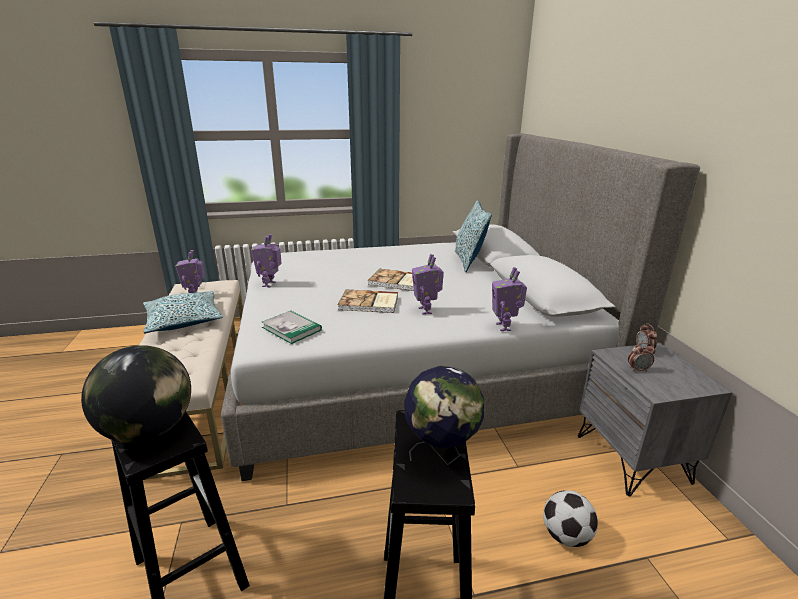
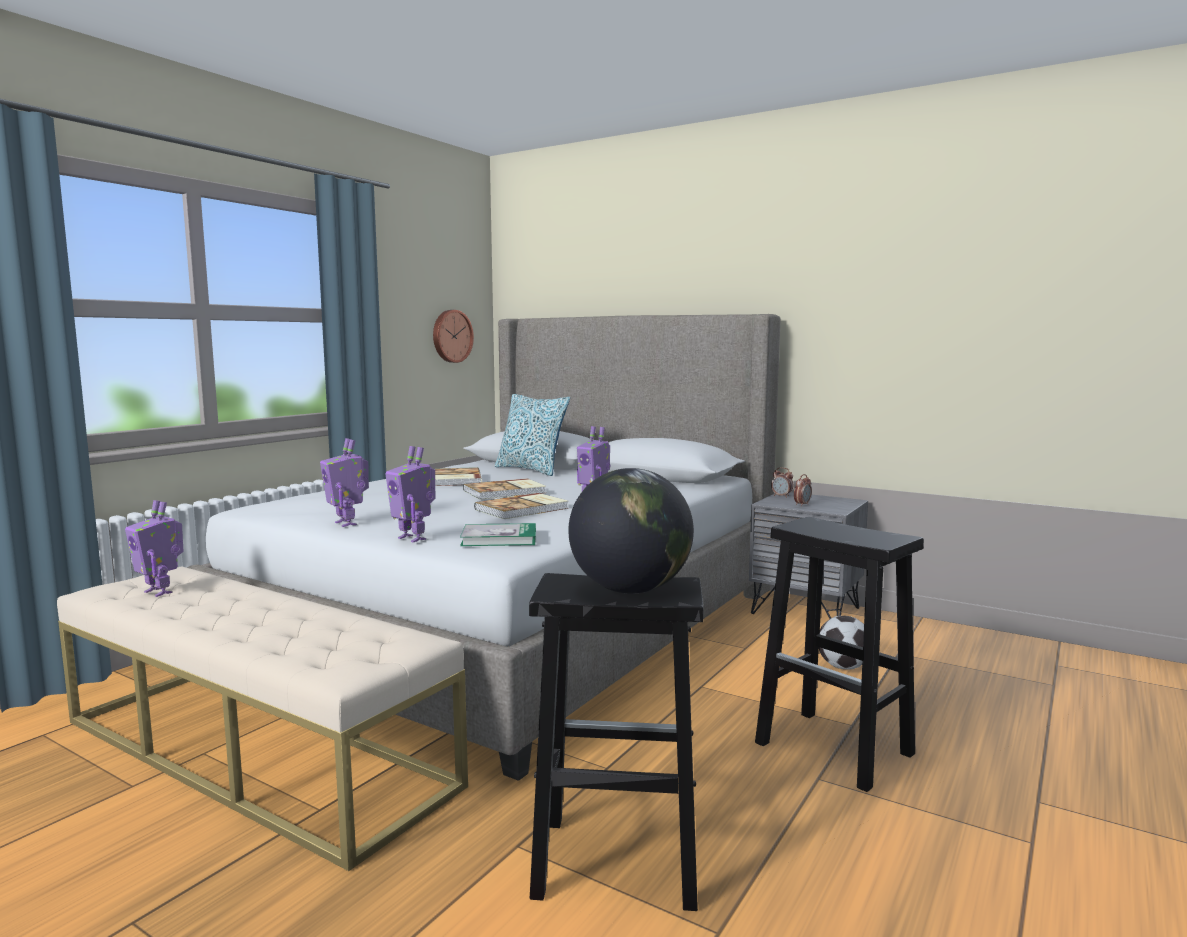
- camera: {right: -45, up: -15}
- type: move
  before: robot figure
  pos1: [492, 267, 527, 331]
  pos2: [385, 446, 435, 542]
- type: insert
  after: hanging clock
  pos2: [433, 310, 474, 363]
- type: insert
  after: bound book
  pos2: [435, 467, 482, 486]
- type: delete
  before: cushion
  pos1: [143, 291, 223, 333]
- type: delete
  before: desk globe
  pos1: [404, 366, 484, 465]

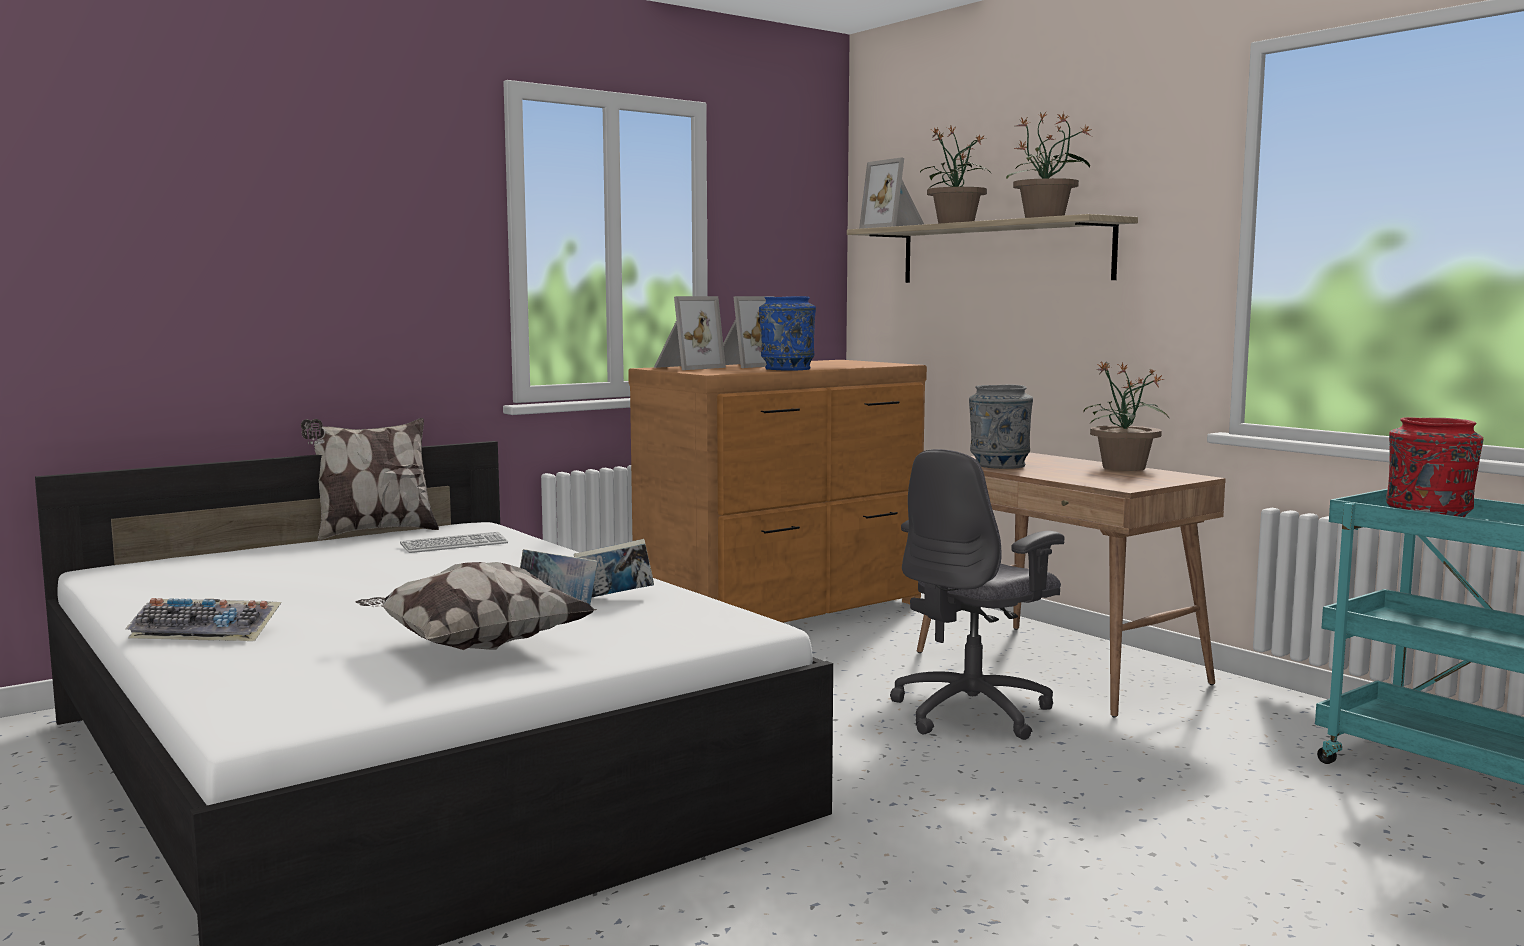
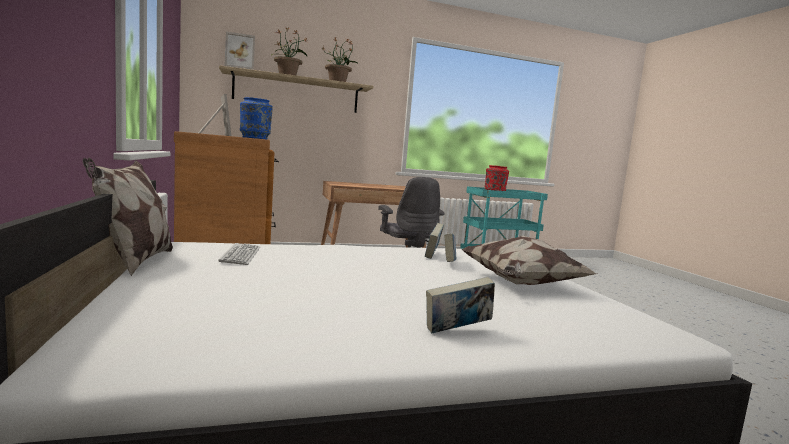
- camera: {right: -70, up: 0}
- type: replace
  before: computer keyboard
  after: bound book
  pos1: [125, 598, 281, 641]
  pos2: [426, 277, 495, 333]
- type: delete
  before: photo frame
  pos1: [654, 296, 726, 370]
- type: delete
  before: flower vase (gray)
  pos1: [969, 385, 1033, 469]
- type: delete
  before: plant in a pot
  pos1: [1083, 361, 1169, 471]

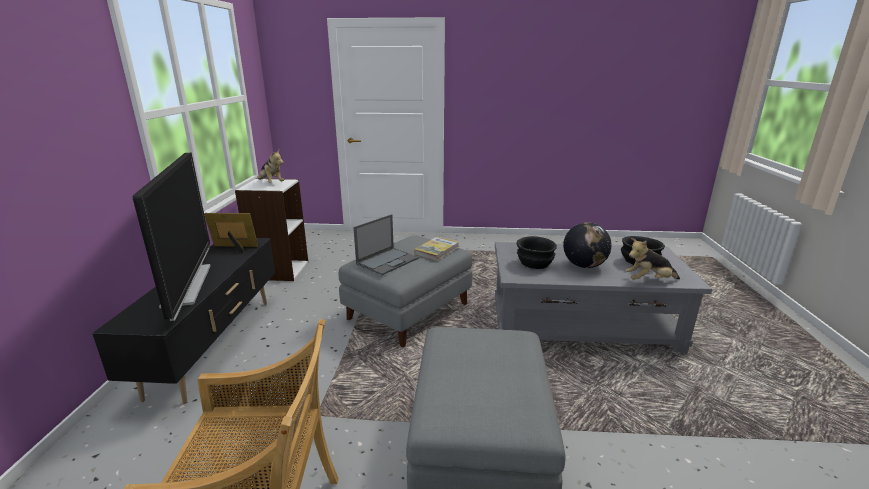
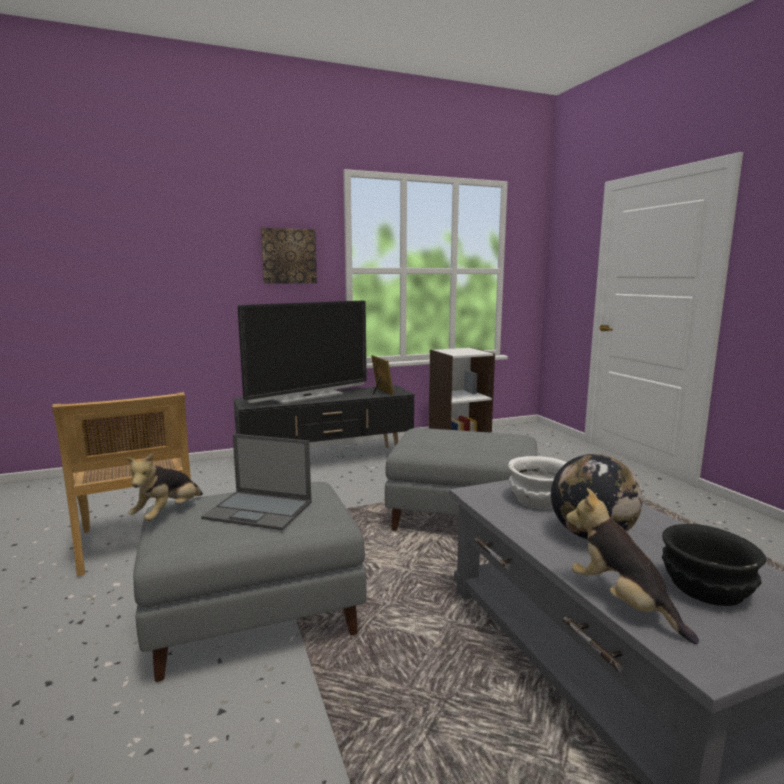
- camera: {right: 65, up: -10}
- type: move
  before: soft toy
  pos1: [257, 150, 284, 183]
  pos2: [125, 453, 203, 521]
- type: move
  before: laptop
  pos1: [353, 214, 419, 275]
  pos2: [201, 434, 312, 530]
- type: insert
  after: wall art
  pos2: [261, 228, 317, 284]
- type: recolor
  before: bowl (blackish)
  after: bowl (white)
  pos1: [516, 236, 557, 269]
  pos2: [508, 456, 567, 509]
- type: delete
  before: bound book
  pos1: [414, 236, 459, 261]

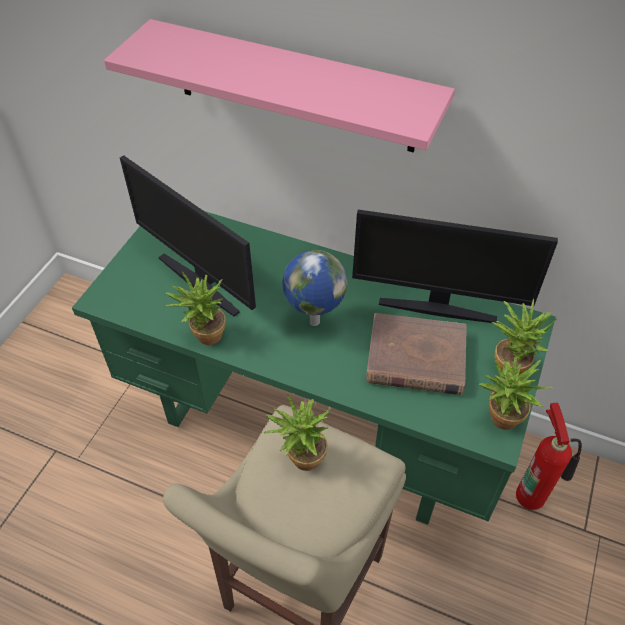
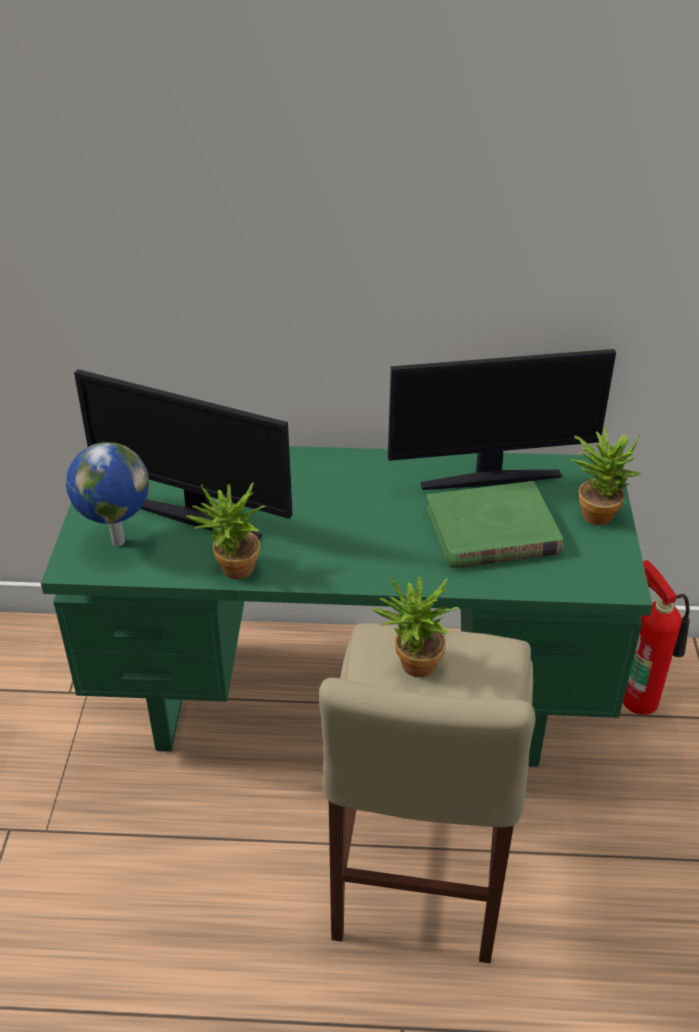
- camera: {right: -20, up: -10}
- type: move
  before: desk globe
  pos1: [282, 250, 348, 326]
  pos2: [66, 442, 149, 546]
- type: recolor
  before: bound book (brown)
  after: bound book (green-coloured)
  pos1: [366, 313, 467, 395]
  pos2: [426, 481, 563, 569]
- type: delete
  before: bracket shelf (pink)
  pos1: [104, 19, 455, 153]
- type: delete
  before: plant in a pot
  pos1: [479, 357, 553, 430]

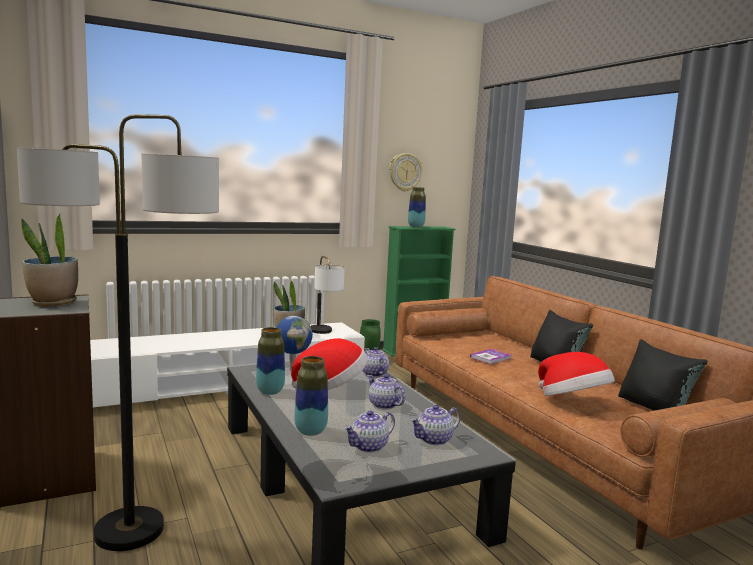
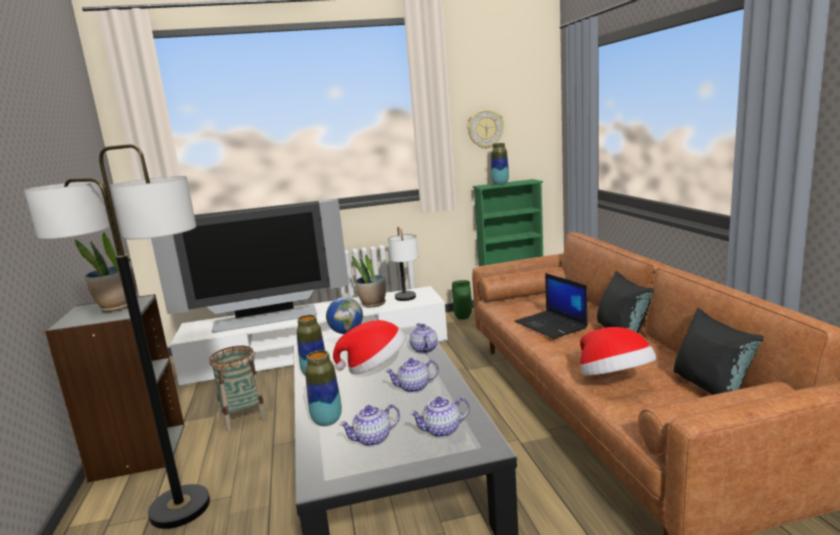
- camera: {right: 15, up: 5}
- type: insert
  after: TV
  pos2: [151, 199, 349, 333]
- type: insert
  after: basket
  pos2: [209, 346, 267, 431]
- type: rotate
  before: pot for tea
  pos1: [368, 374, 405, 409]
  pos2: [385, 358, 439, 393]
  turn: -75
- type: replace
  before: bound book
  after: laptop
  pos1: [470, 349, 511, 364]
  pos2: [515, 273, 588, 339]

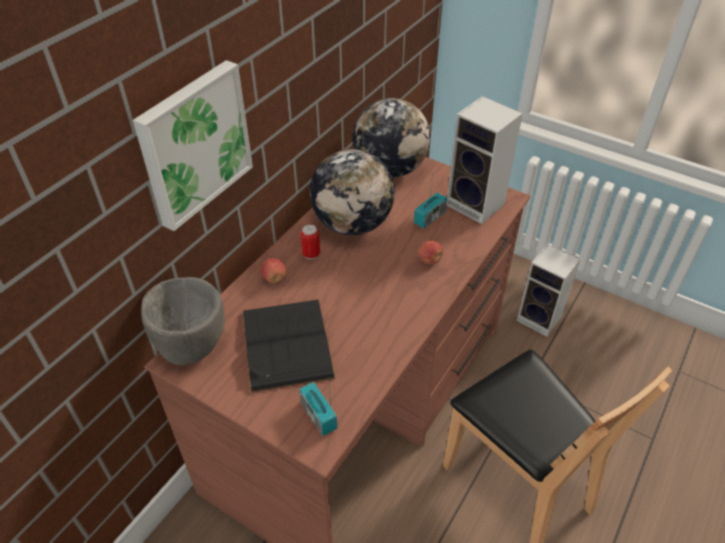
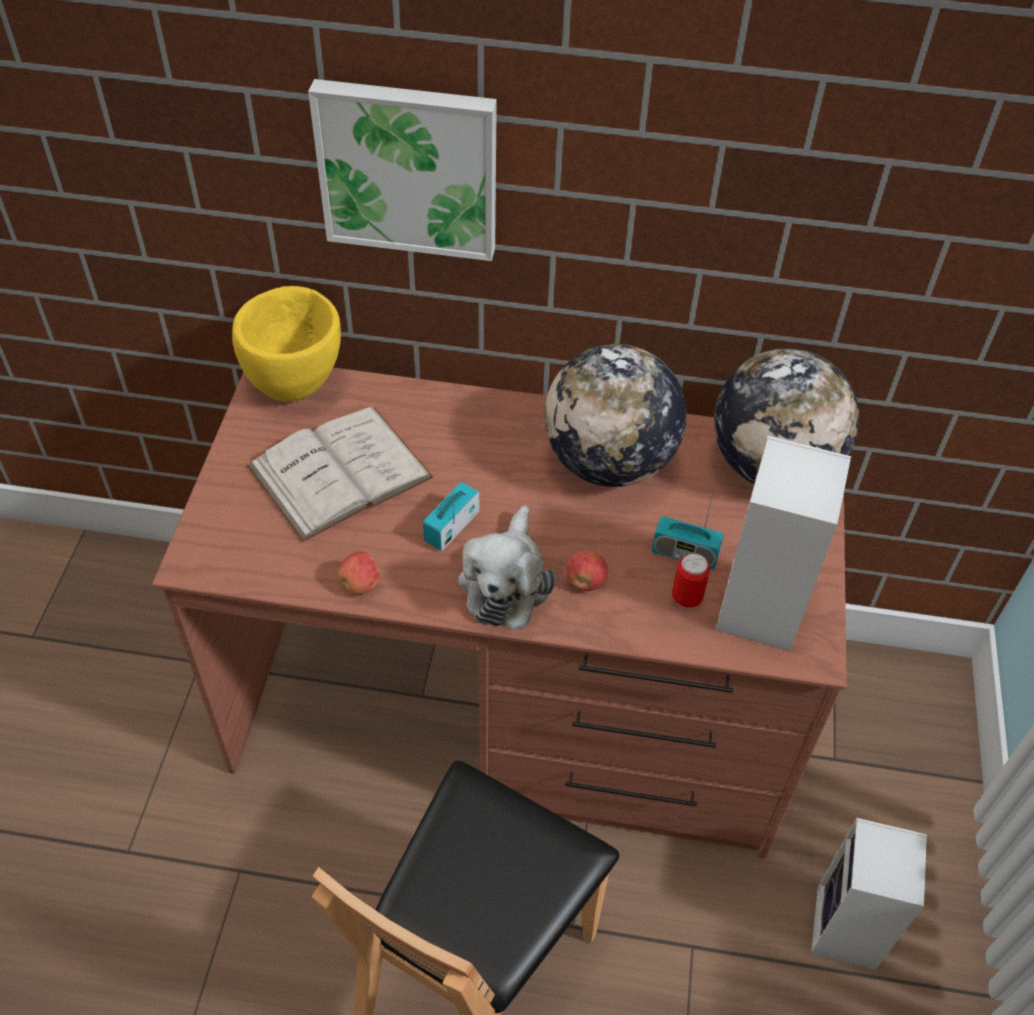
- camera: {right: 65, up: 5}
- type: recolor
  before: bowl (gray)
  after: bowl (yellow)
  pos1: [141, 277, 225, 365]
  pos2: [232, 286, 341, 401]
- type: recolor
  before: bound book (blackish)
  after: bound book (white)
  pos1: [243, 300, 335, 393]
  pos2: [247, 407, 433, 542]
- type: move
  before: whole apple
  pos1: [261, 258, 286, 283]
  pos2: [338, 552, 380, 594]
- type: move
  before: radio receiver
  pos1: [299, 382, 337, 436]
  pos2: [423, 482, 480, 551]
- type: insert
  after: soft toy
  pos2: [458, 505, 556, 630]
- type: move
  before: metal can
  pos1: [300, 224, 320, 260]
  pos2: [672, 553, 710, 609]

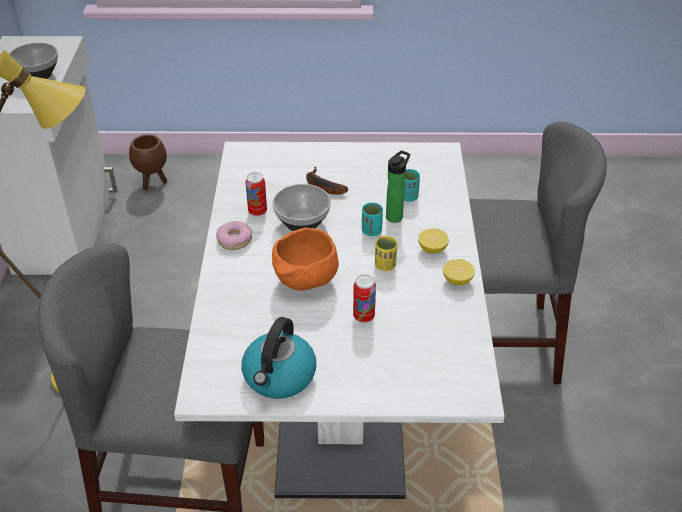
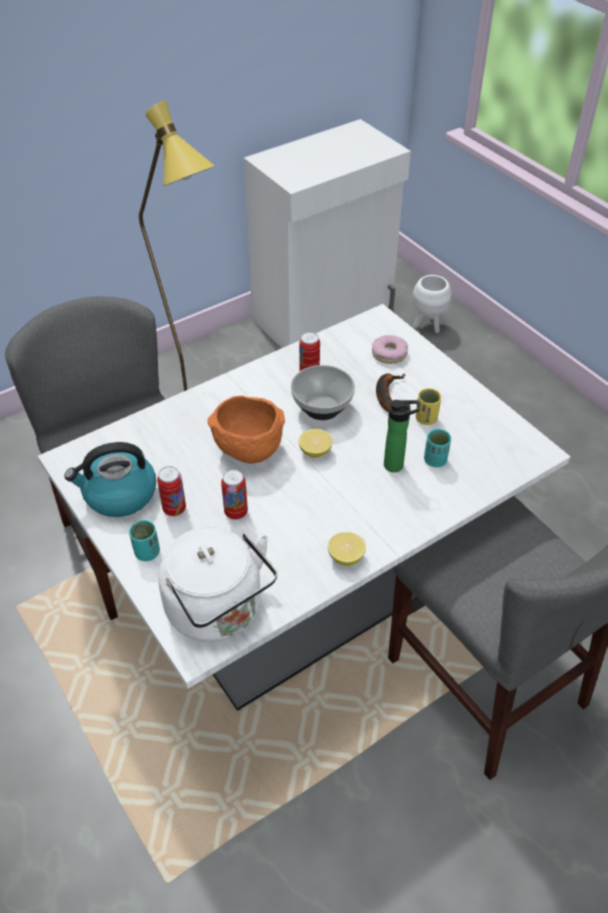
- camera: {right: 55, up: 5}
- type: move
  before: drinking cup (blue-green)
  pos1: [362, 202, 383, 236]
  pos2: [129, 520, 160, 561]
- type: insert
  after: metal can
  pos2: [157, 466, 186, 516]
- type: insert
  after: kettle (white)
  pos2: [158, 527, 277, 642]
- type: move
  before: citrus fruit
  pos1: [418, 229, 449, 254]
  pos2: [299, 429, 333, 458]
- type: move
  before: doughnut
  pos1: [216, 221, 252, 250]
  pos2: [372, 335, 408, 364]
- type: recolor
  before: planter (brown)
  after: planter (white)
  pos1: [129, 135, 167, 191]
  pos2: [413, 275, 451, 333]
- type: move
  before: drinking cup (yellow)
  pos1: [375, 236, 397, 271]
  pos2: [416, 388, 441, 425]
- type: delete
  before: bowl
  pos1: [9, 43, 58, 79]

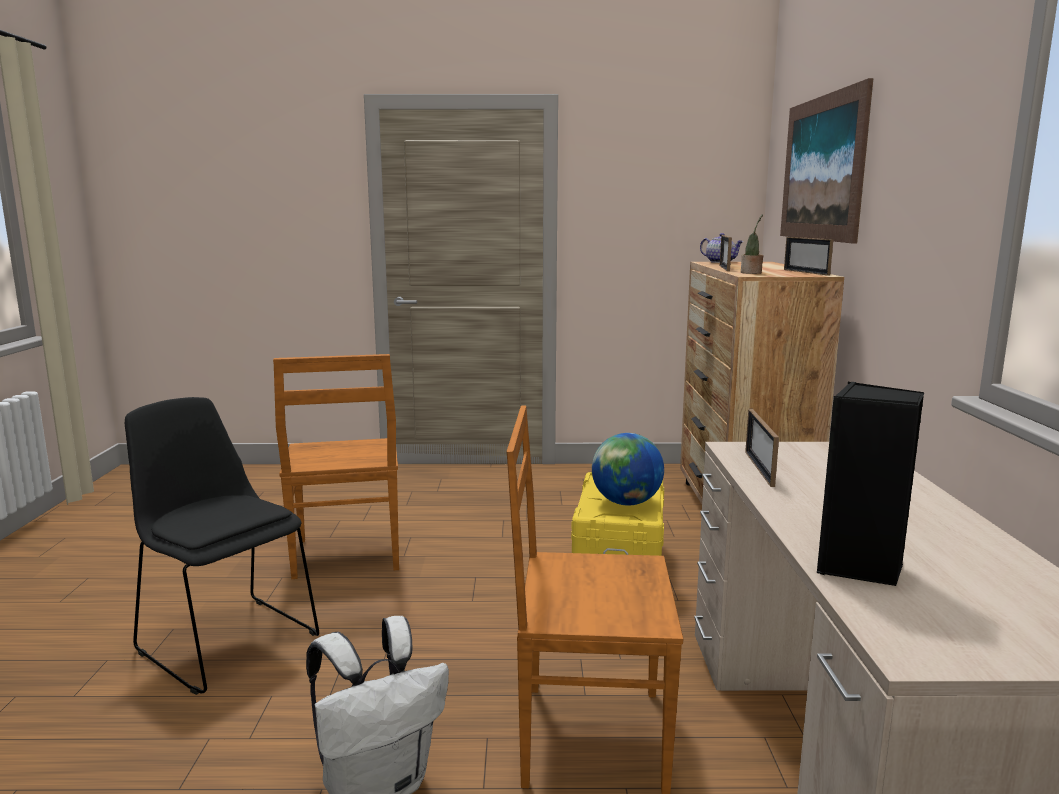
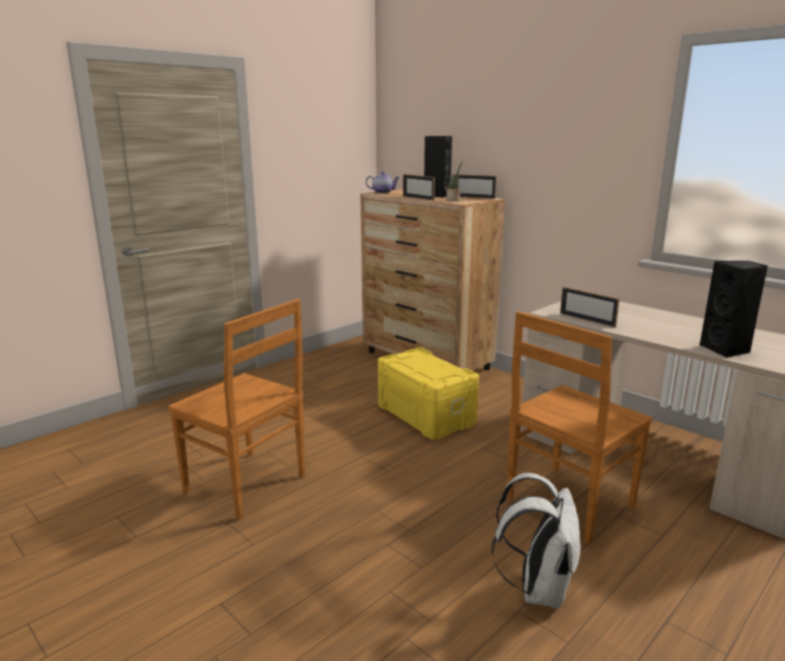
- camera: {right: -45, up: 5}
- type: insert
  after: loudspeaker (blackish)
  pos2: [424, 136, 452, 197]
- type: delete
  before: upright chair (blackish)
  pos1: [125, 397, 319, 695]
- type: delete
  before: desk globe
  pos1: [592, 433, 664, 506]
- type: delete
  before: wall art
  pos1: [780, 78, 873, 244]

